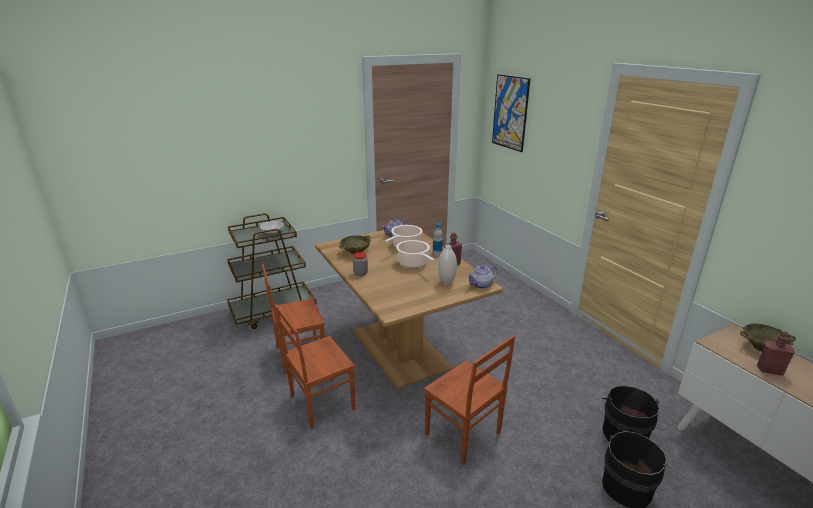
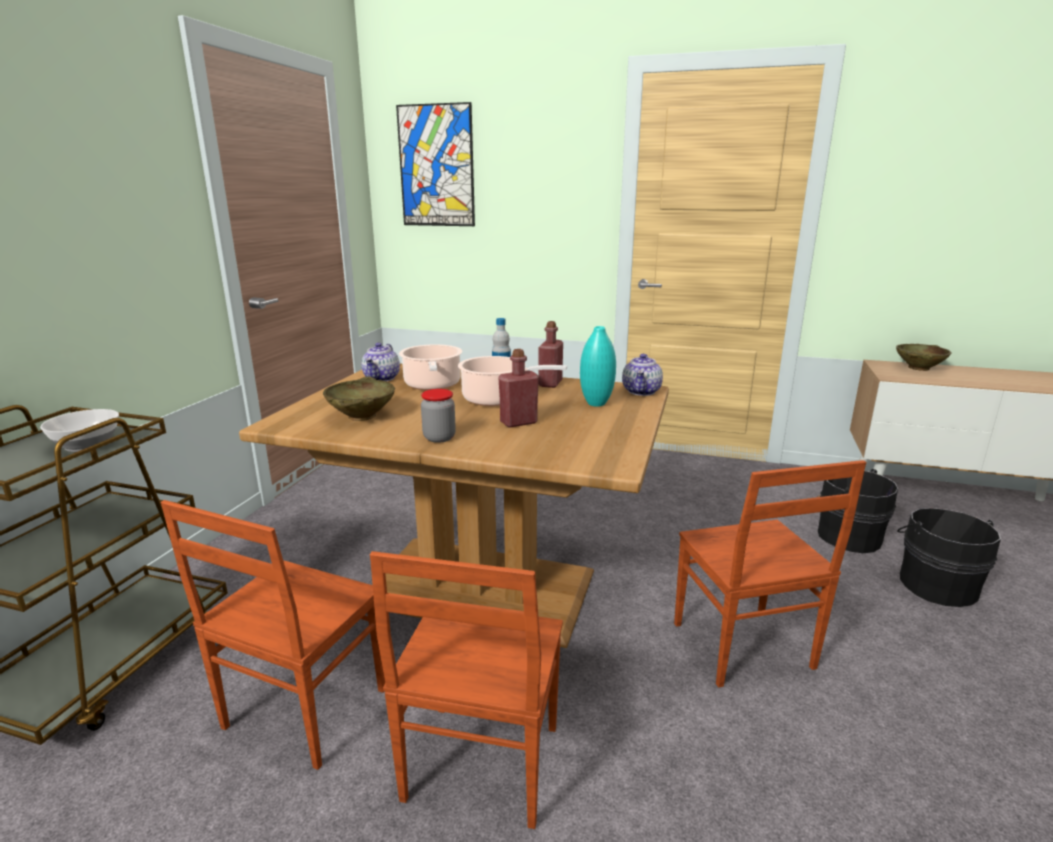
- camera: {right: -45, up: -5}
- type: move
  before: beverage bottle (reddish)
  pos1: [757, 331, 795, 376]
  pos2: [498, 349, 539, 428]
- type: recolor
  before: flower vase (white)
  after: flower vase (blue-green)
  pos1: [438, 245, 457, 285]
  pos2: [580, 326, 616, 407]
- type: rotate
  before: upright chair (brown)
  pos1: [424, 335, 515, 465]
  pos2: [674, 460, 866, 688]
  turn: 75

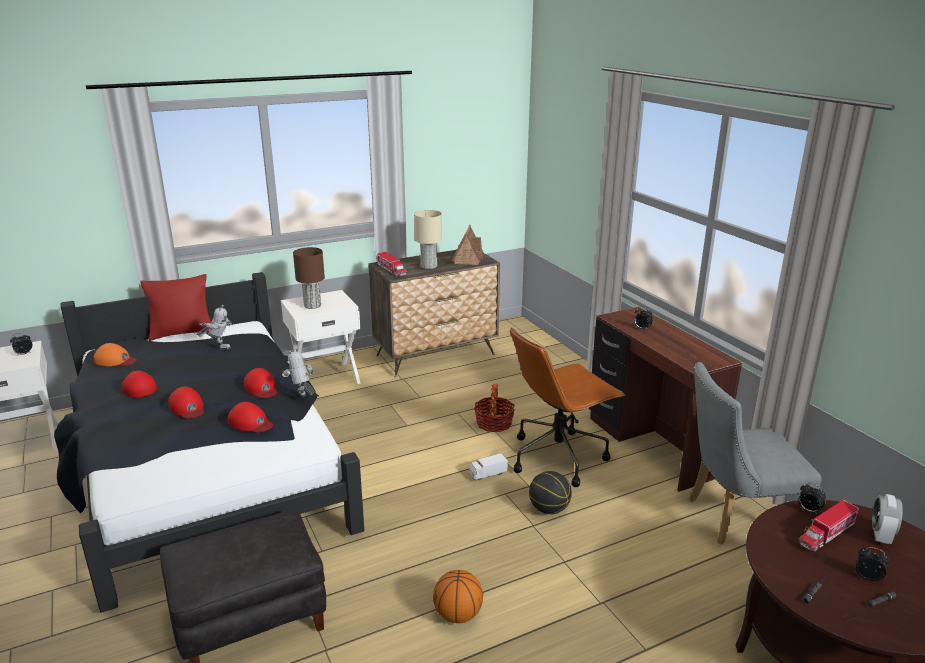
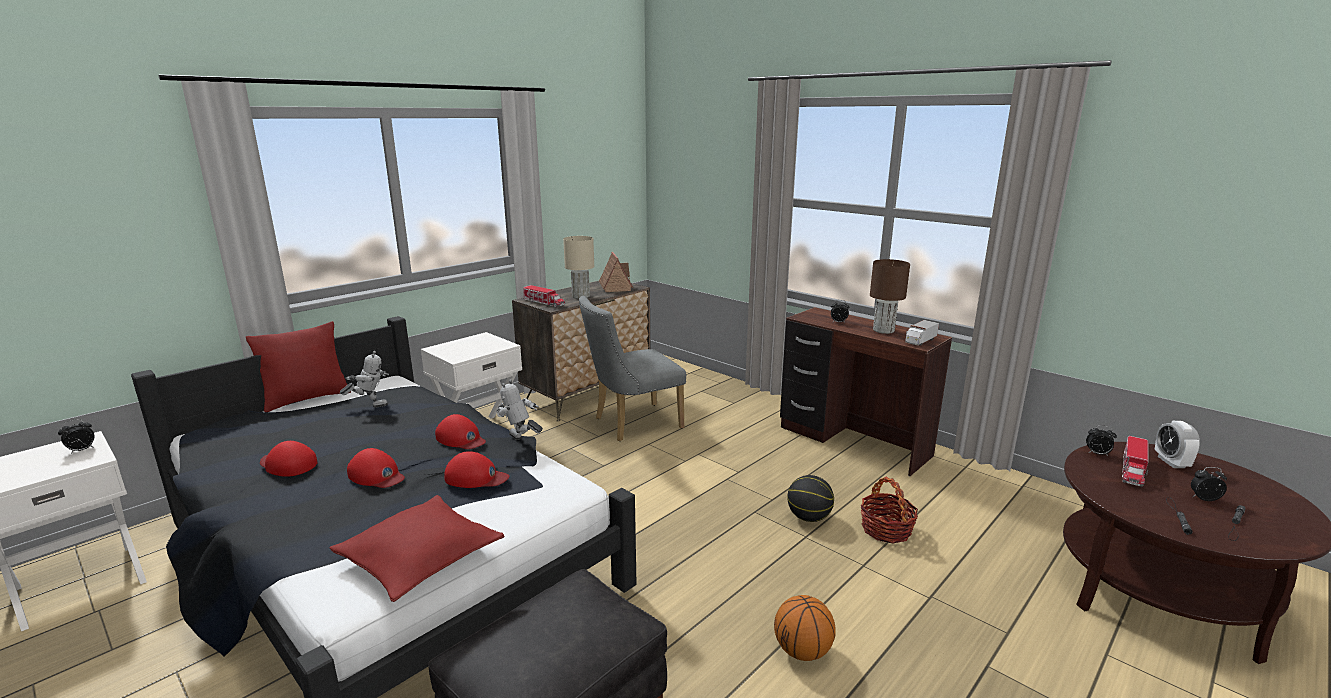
- camera: {right: -20, up: -5}
- type: insert
  after: cushion (reddish)
  pos2: [329, 495, 504, 602]
- type: move
  before: upright chair (gray)
  pos1: [689, 362, 821, 545]
  pos2: [579, 296, 686, 442]
- type: move
  before: basket
  pos1: [474, 384, 515, 432]
  pos2: [861, 476, 918, 543]
- type: move
  before: lamp for a table (brown)
  pos1: [293, 247, 325, 309]
  pos2: [870, 259, 910, 334]
- type: move
  before: model truck
  pos1: [469, 453, 508, 480]
  pos2: [905, 320, 939, 346]
- type: delete
  before: baseball cap (orange-coloured)
  pos1: [94, 343, 137, 367]
- type: delete
  before: office chair (brown)
  pos1: [510, 327, 626, 487]

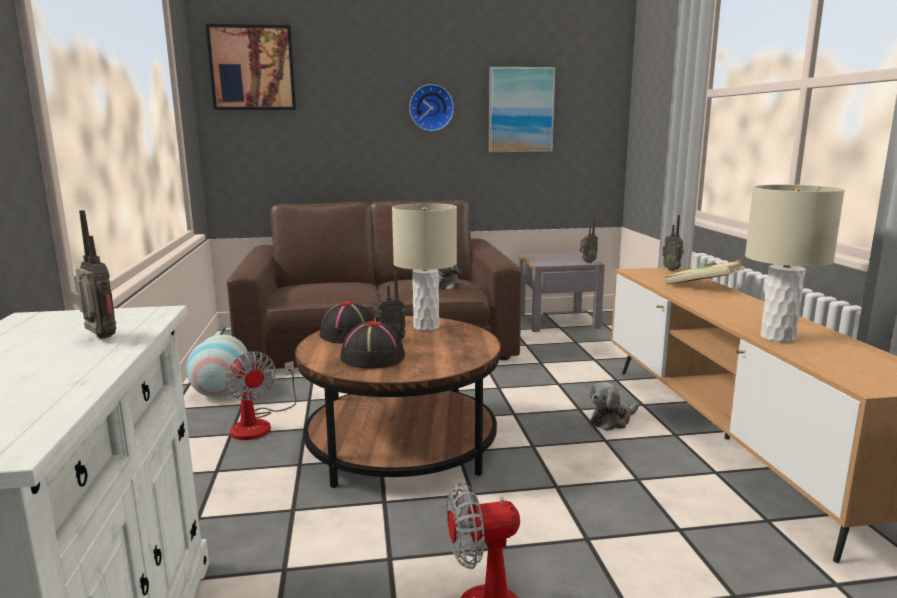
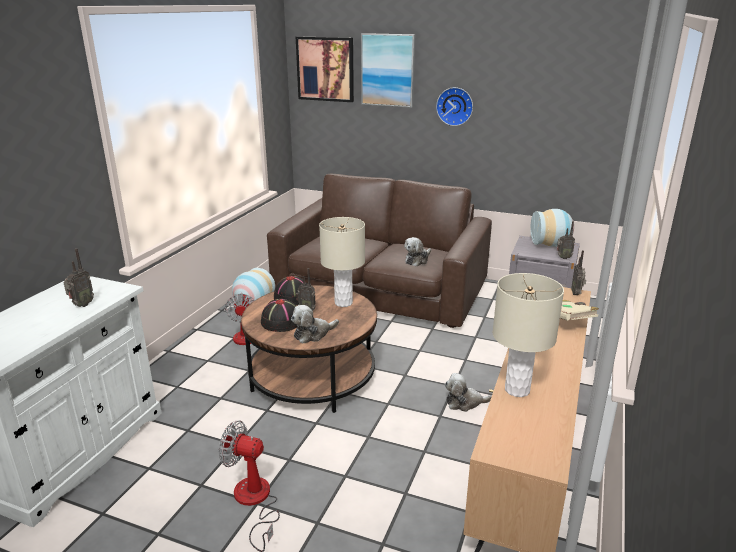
- camera: {right: 30, up: 10}
- type: rotate
  before: radio receiver
  pos1: [71, 210, 116, 339]
  pos2: [63, 248, 94, 307]
  turn: 45
- type: insert
  after: soft toy
  pos2: [291, 305, 339, 344]
- type: move
  before: wall art
  pos1: [489, 67, 555, 152]
  pos2: [361, 33, 415, 108]
- type: insert
  after: flower vase
  pos2: [530, 209, 574, 247]

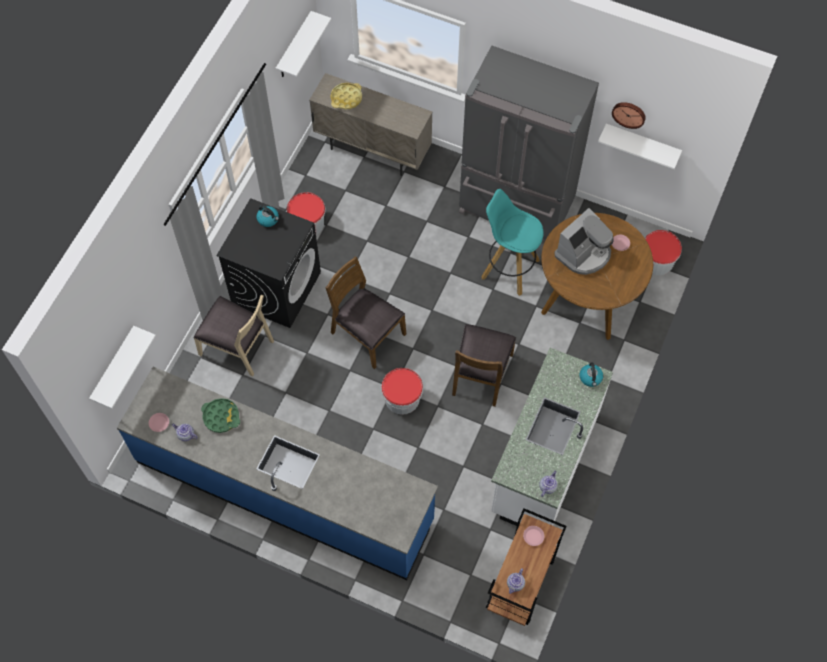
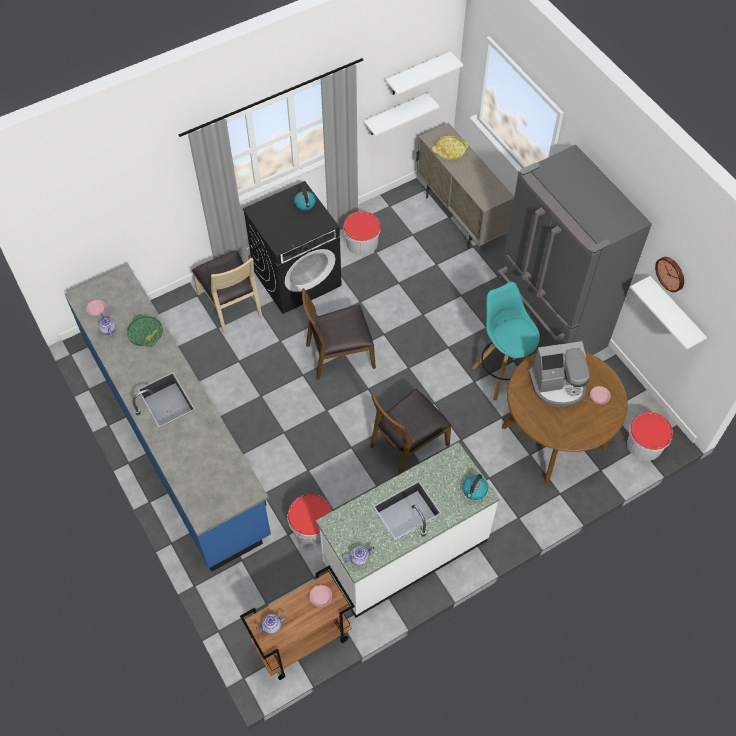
- camera: {right: 35, up: -5}
- type: move
  before: bucket
  pos1: [381, 368, 423, 415]
  pos2: [287, 494, 332, 544]
- type: rotate
  before: upright chair (brown)
  pos1: [325, 257, 406, 369]
  pos2: [302, 288, 376, 380]
  turn: -90
- type: move
  before: bracket shelf (white)
  pos1: [89, 326, 156, 409]
  pos2: [364, 93, 440, 136]

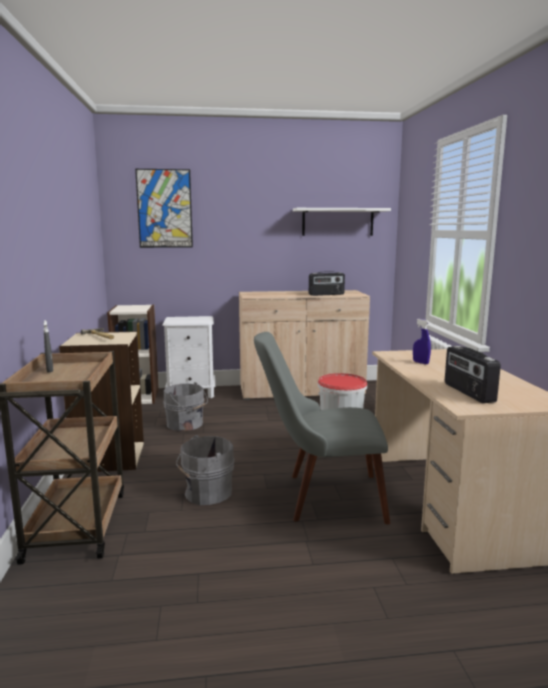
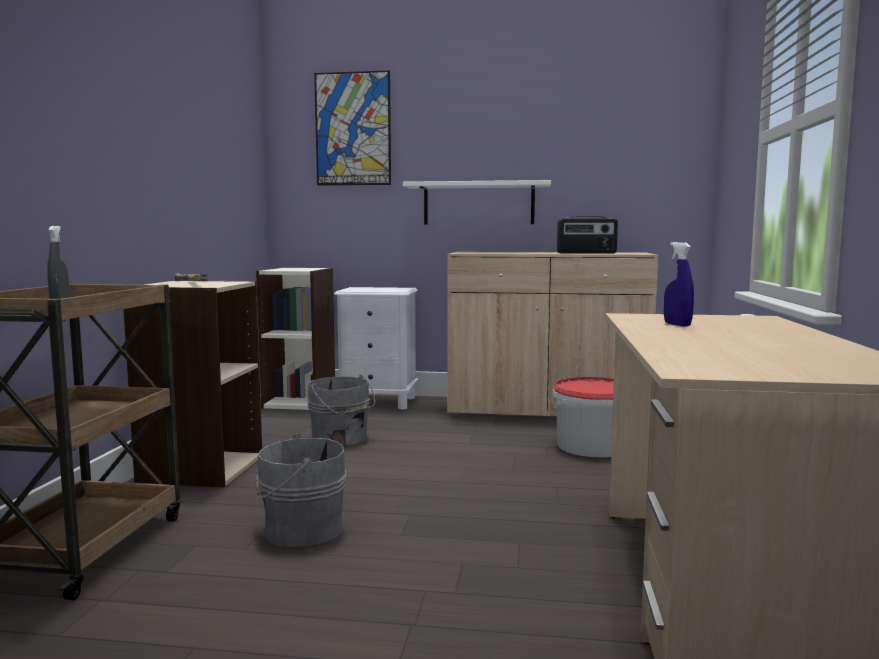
- camera: {right: 15, up: -5}
- type: move
  before: bracket shelf (white)
  pos1: [293, 208, 391, 236]
  pos2: [403, 180, 551, 225]
- type: delete
  before: upright chair (gray)
  pos1: [254, 332, 390, 524]
- type: delete
  before: radio receiver
  pos1: [445, 346, 501, 403]

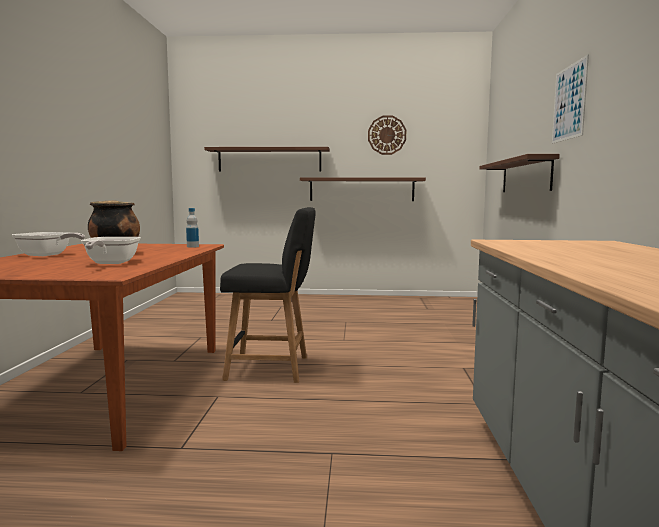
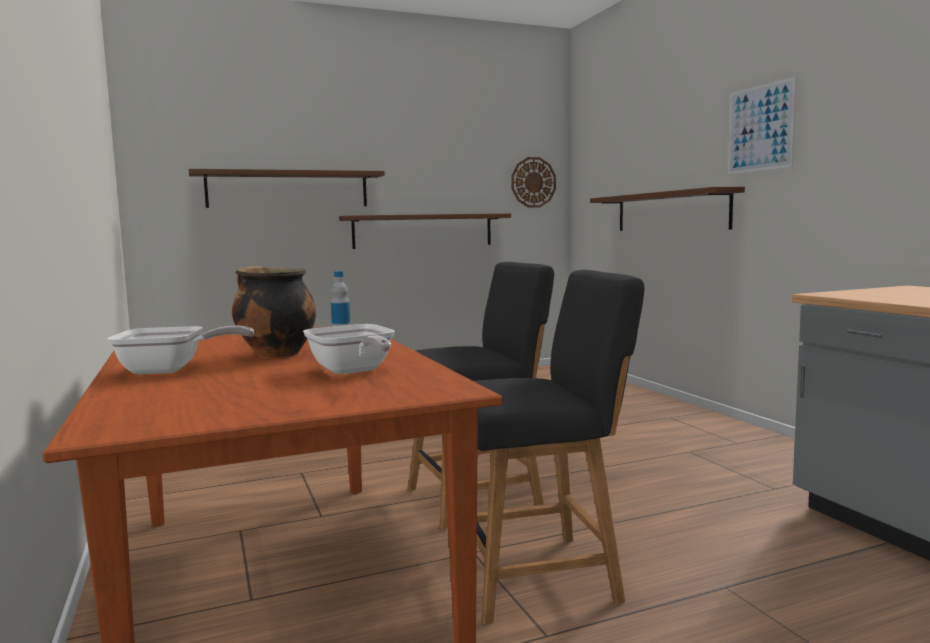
- camera: {right: -25, up: 0}
- type: insert
  after: upright chair (blackish)
  pos2: [474, 270, 645, 624]
- type: move
  before: hanging clock
  pos1: [368, 115, 406, 155]
  pos2: [511, 157, 556, 208]

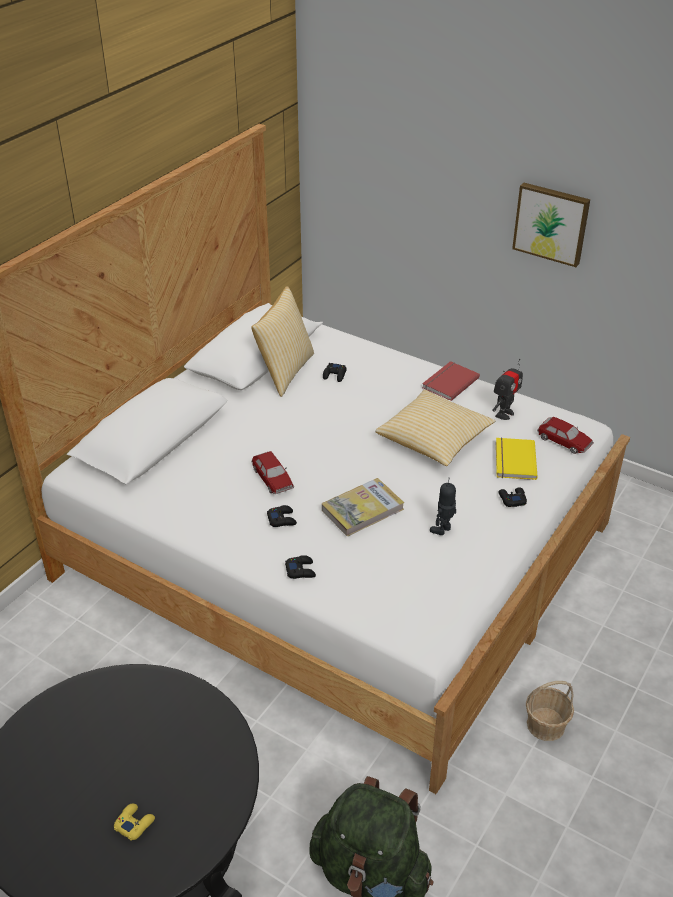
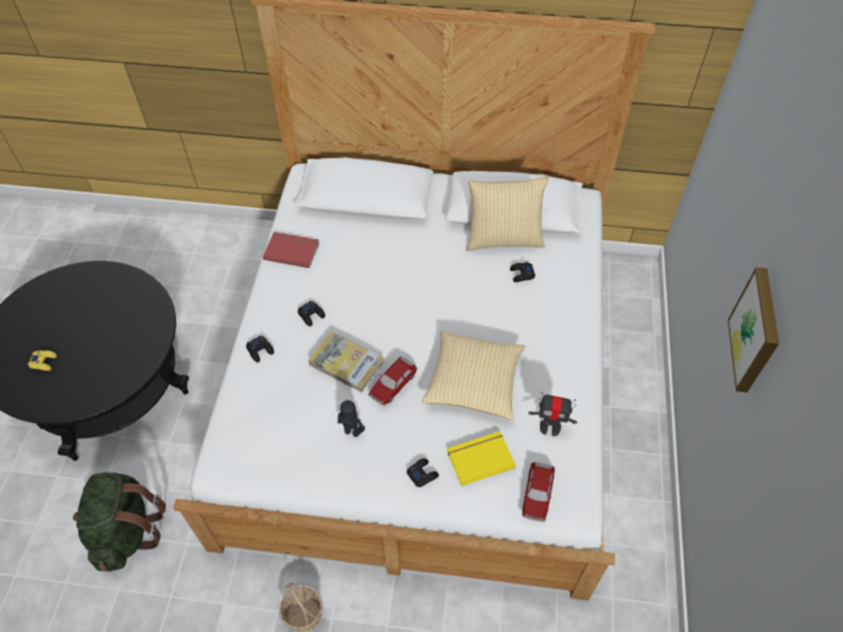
- camera: {right: 65, up: 15}
- type: move
  before: bound book (reddish)
  pos1: [422, 361, 480, 401]
  pos2: [263, 232, 320, 268]
- type: move
  before: toy car
  pos1: [251, 451, 294, 494]
  pos2: [368, 356, 418, 406]

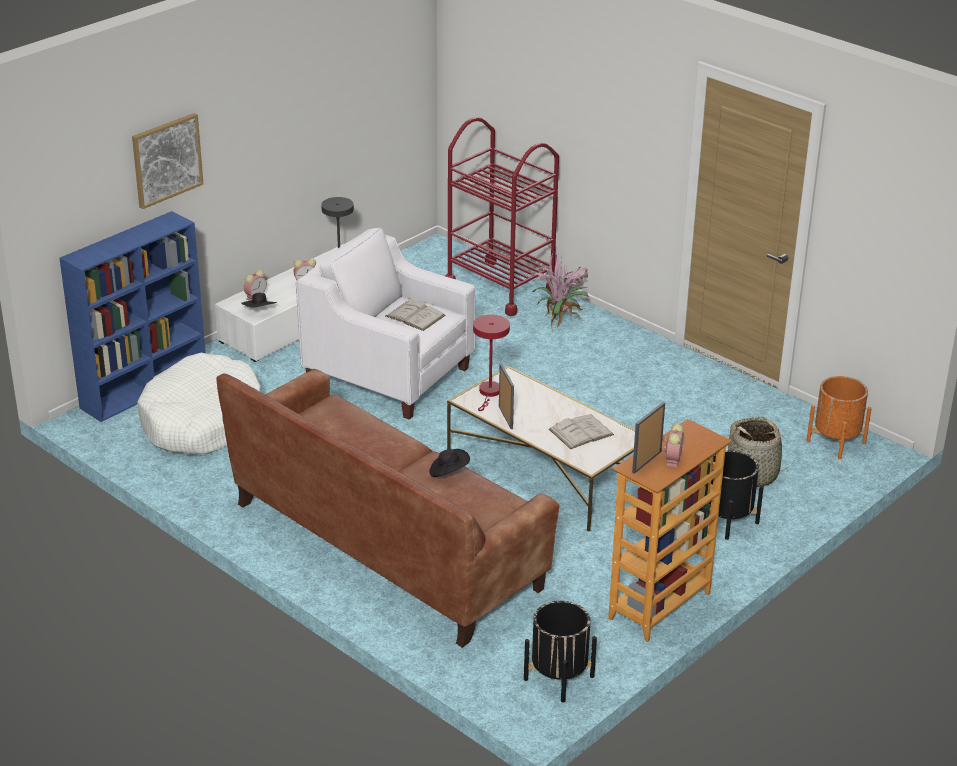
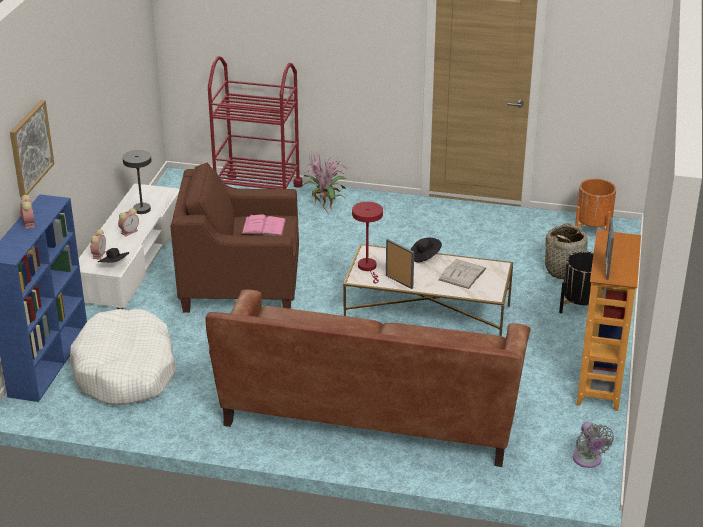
- camera: {right: -30, up: 0}
- type: move
  before: table clock
  pos1: [664, 424, 684, 467]
  pos2: [19, 195, 35, 229]
- type: recolor
  before: armchair (white)
  after: armchair (brown)
  pos1: [296, 227, 475, 420]
  pos2: [170, 162, 299, 313]
- type: recolor
  before: bound book (white)
  after: bound book (pink)
  pos1: [385, 299, 446, 331]
  pos2: [241, 214, 286, 236]
- type: move
  before: wearable hat (blackish)
  pos1: [430, 449, 470, 477]
  pos2: [410, 238, 442, 262]
- type: replace
  before: planter (blackish)
  after: electric fan (gray)
  pos1: [524, 601, 597, 703]
  pos2: [573, 422, 614, 468]

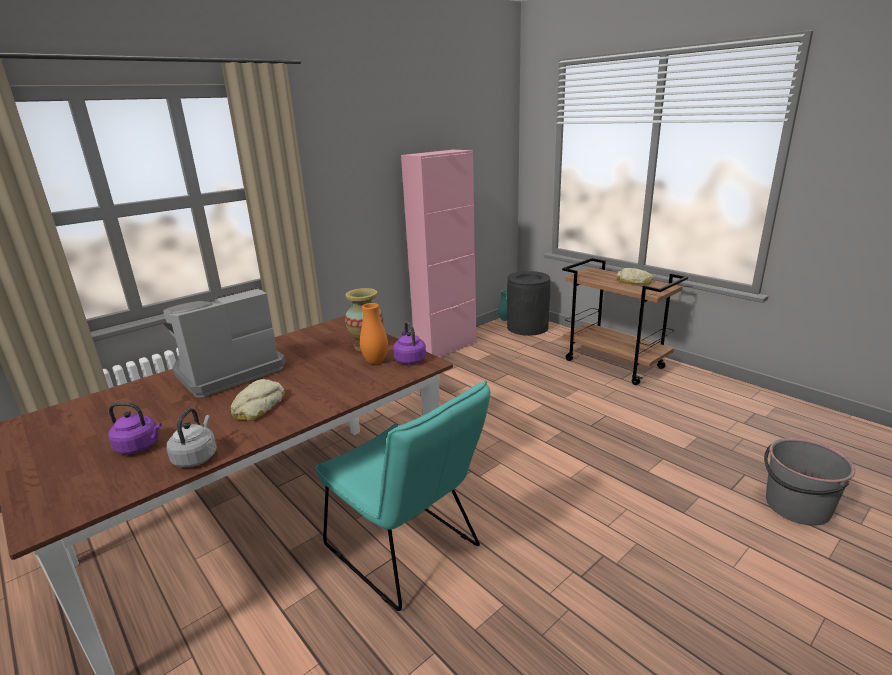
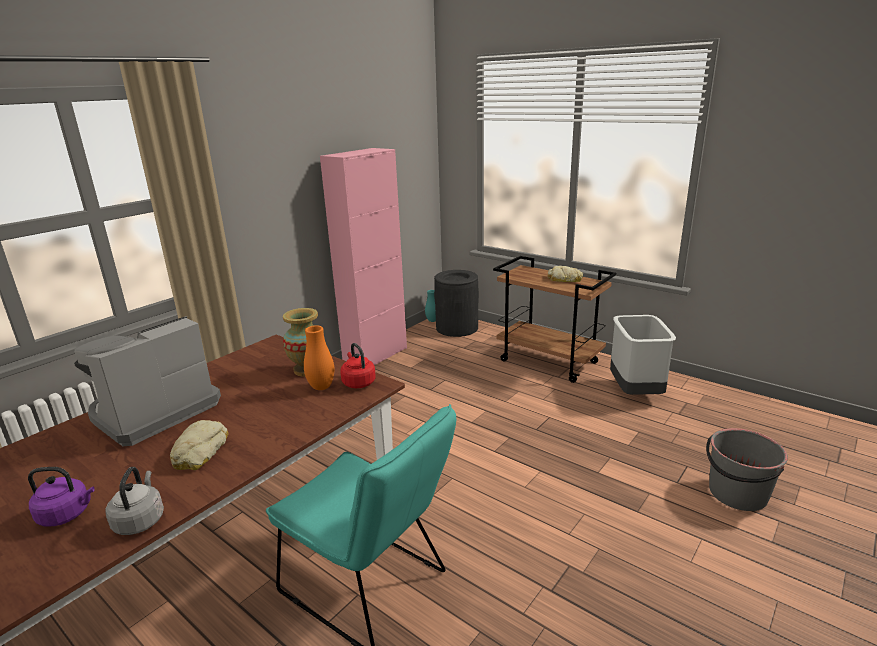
- camera: {right: -10, up: 0}
- type: recolor
  before: kettle (purplish)
  after: kettle (reddish)
  pos1: [393, 322, 426, 364]
  pos2: [340, 343, 376, 388]
- type: insert
  after: rubbish bin (gray)
  pos2: [610, 315, 676, 395]

